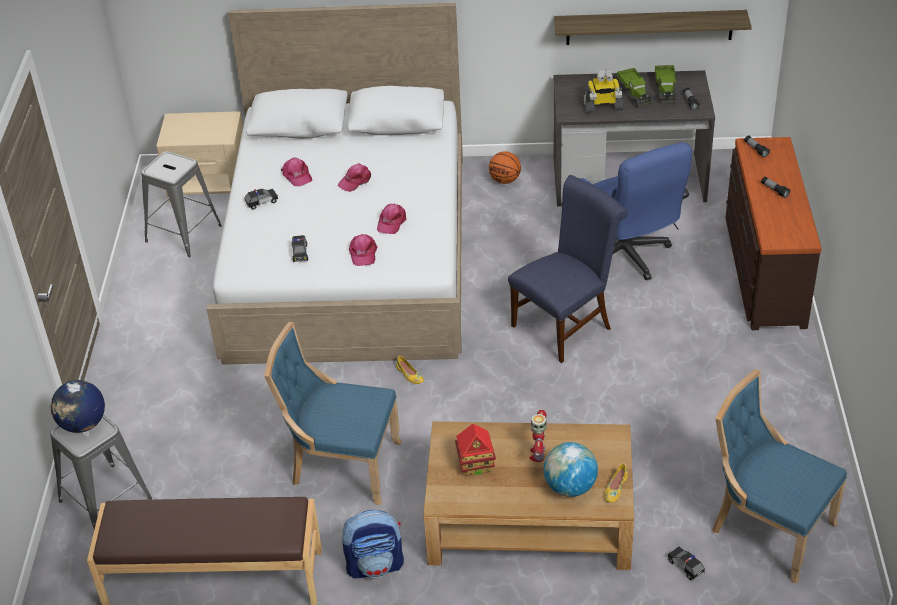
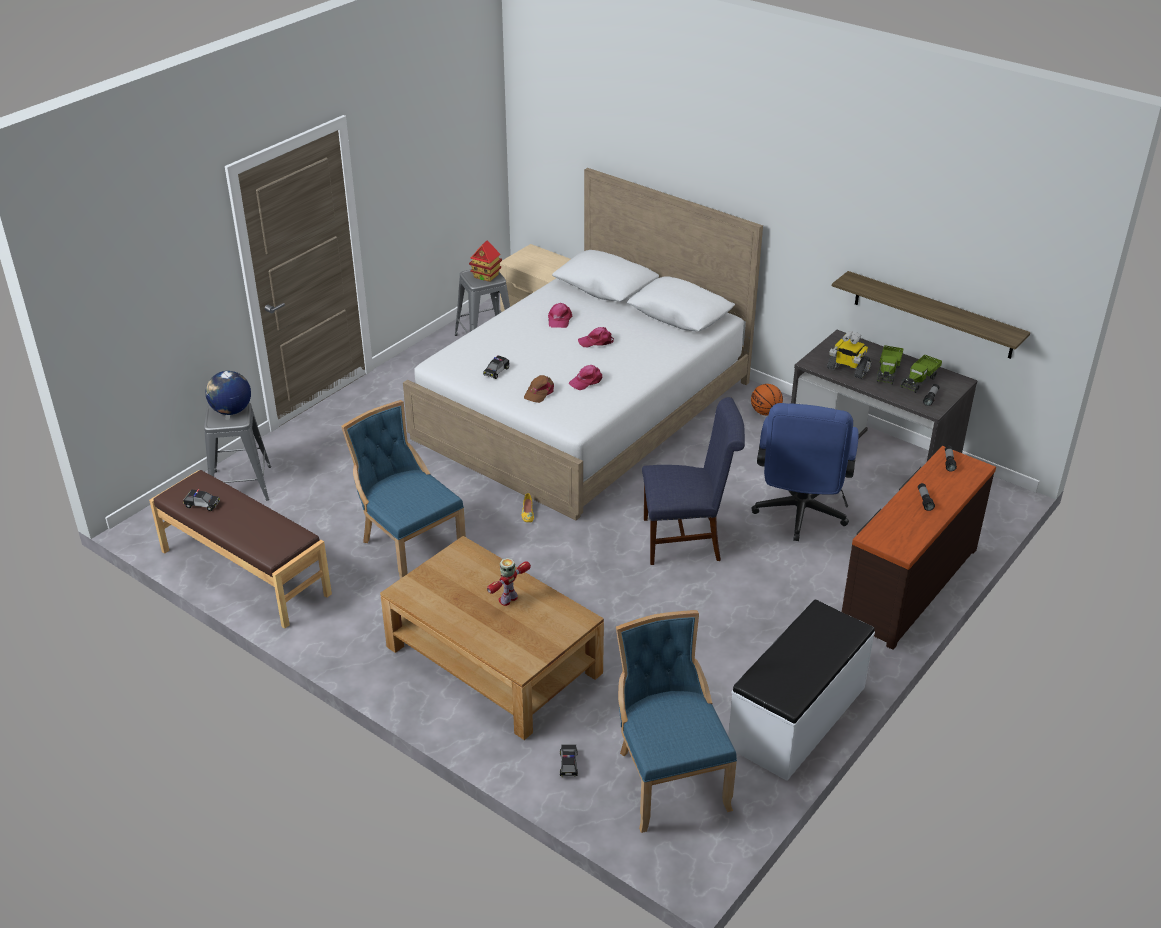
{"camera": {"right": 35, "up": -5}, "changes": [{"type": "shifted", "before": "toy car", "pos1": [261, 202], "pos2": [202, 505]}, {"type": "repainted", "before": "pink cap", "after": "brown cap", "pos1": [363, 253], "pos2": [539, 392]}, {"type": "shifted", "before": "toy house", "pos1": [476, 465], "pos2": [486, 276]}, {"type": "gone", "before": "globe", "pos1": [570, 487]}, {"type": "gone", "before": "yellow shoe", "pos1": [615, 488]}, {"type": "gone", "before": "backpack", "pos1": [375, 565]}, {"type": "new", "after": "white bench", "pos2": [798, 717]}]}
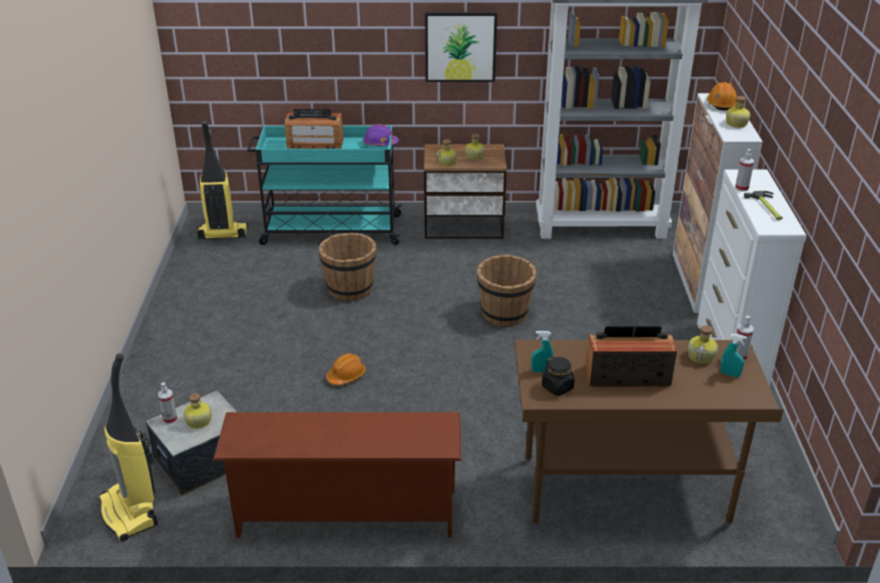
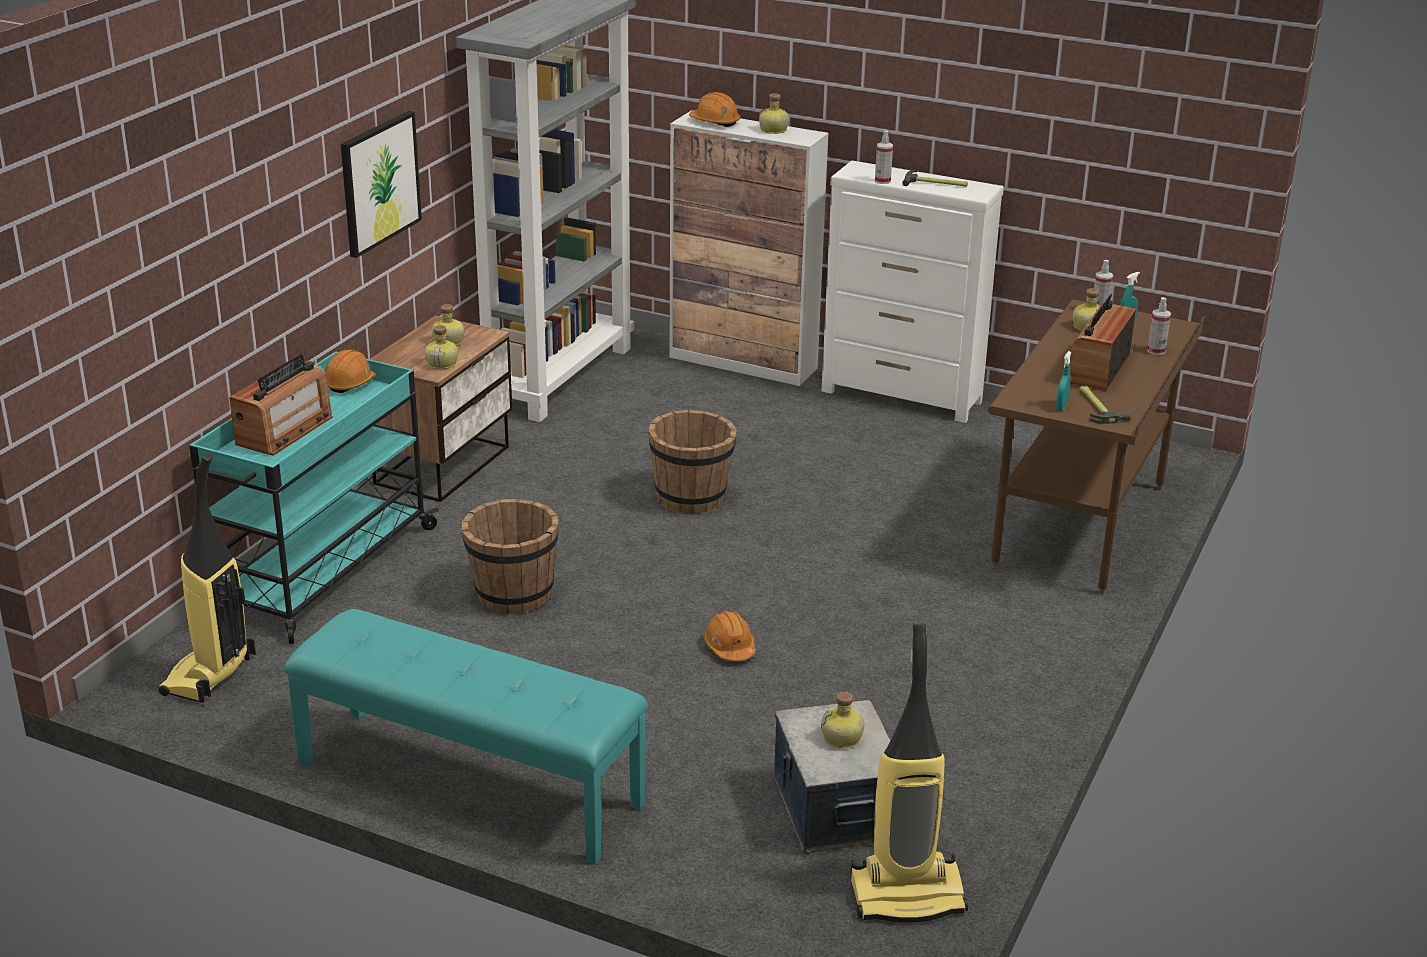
{"camera": {"right": -65, "up": -5}, "changes": [{"type": "repainted", "before": "purple hard hat", "after": "orange hard hat", "pos1": [380, 143], "pos2": [350, 383]}, {"type": "swapped", "before": "black jar", "after": "hammer", "pos1": [557, 387], "pos2": [1097, 406]}, {"type": "shifted", "before": "spray bottle", "pos1": [170, 419], "pos2": [1156, 351]}, {"type": "gone", "before": "brown shoe rack", "pos1": [345, 515]}, {"type": "new", "after": "turquoise bench", "pos2": [468, 784]}]}
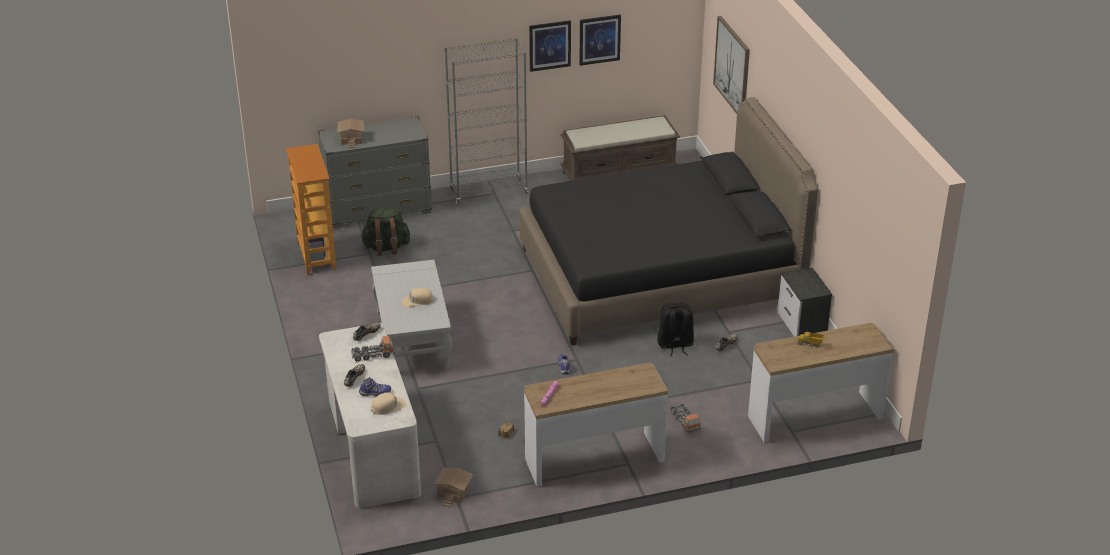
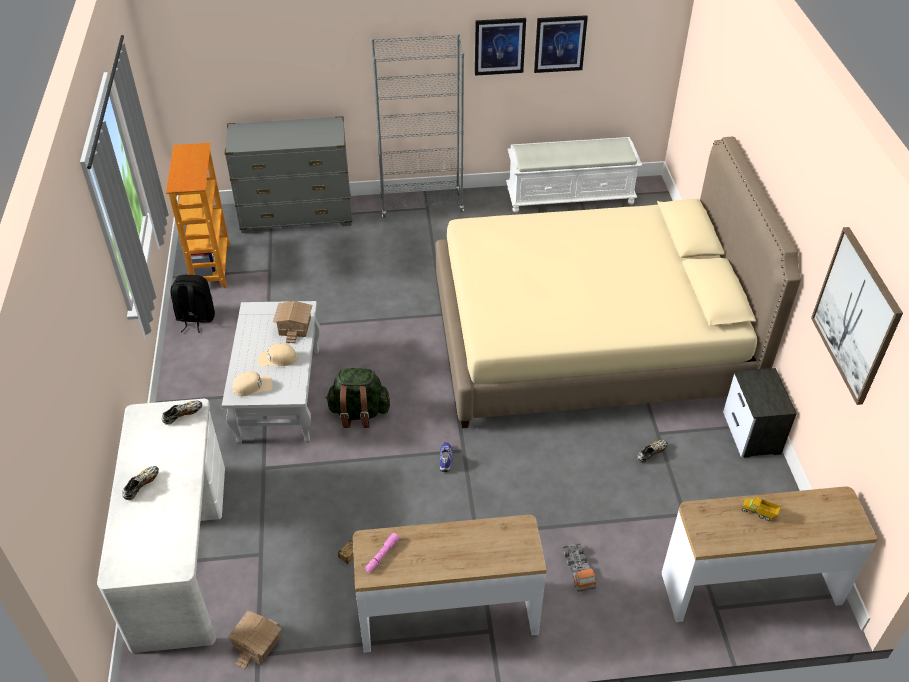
{"camera": {"right": 10, "up": 10}, "changes": [{"type": "shifted", "before": "picture", "pos1": [732, 67], "pos2": [856, 315]}, {"type": "repainted", "before": "black bed", "after": "beige bed", "pos1": [659, 275], "pos2": [588, 339]}, {"type": "repainted", "before": "brown bench", "after": "white bench", "pos1": [619, 172], "pos2": [570, 196]}, {"type": "shifted", "before": "toy house", "pos1": [352, 138], "pos2": [295, 326]}, {"type": "shifted", "before": "green backpack", "pos1": [386, 248], "pos2": [359, 413]}, {"type": "shifted", "before": "black backpack", "pos1": [675, 345], "pos2": [195, 318]}, {"type": "gone", "before": "toy truck", "pos1": [373, 355]}, {"type": "gone", "before": "shoe", "pos1": [375, 393]}, {"type": "shifted", "before": "beige cap", "pos1": [388, 406], "pos2": [252, 386]}]}
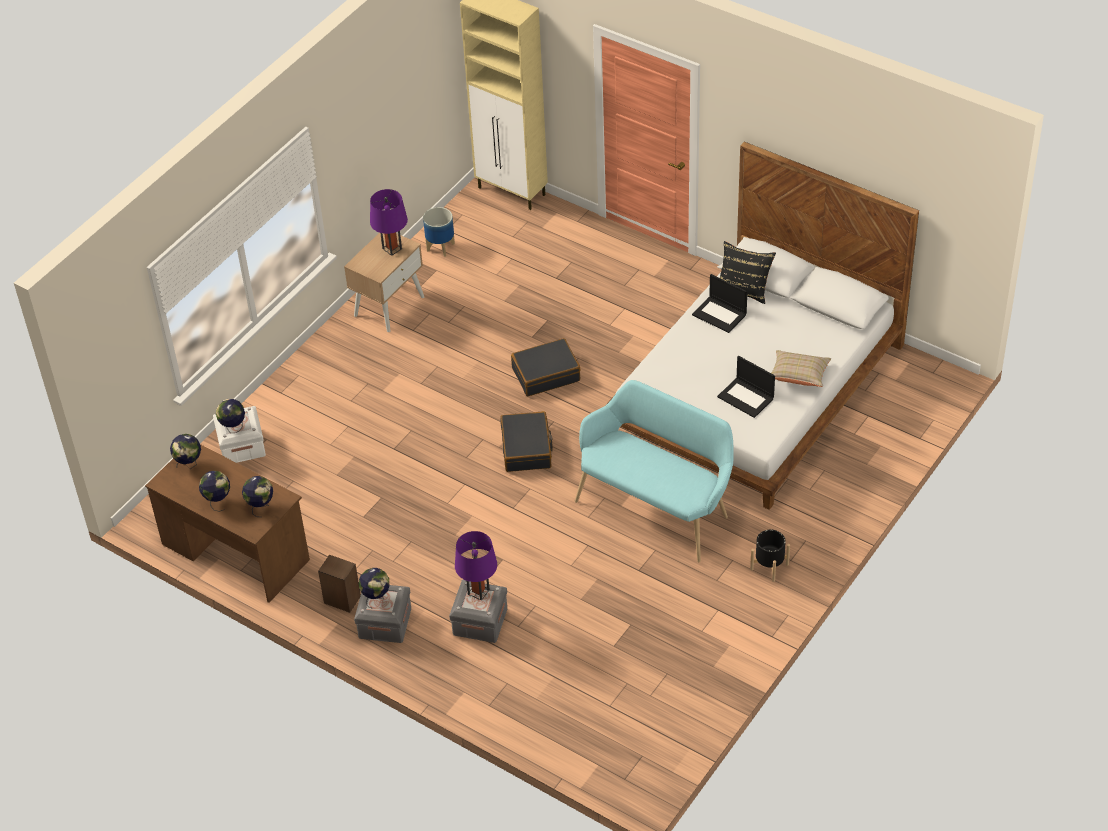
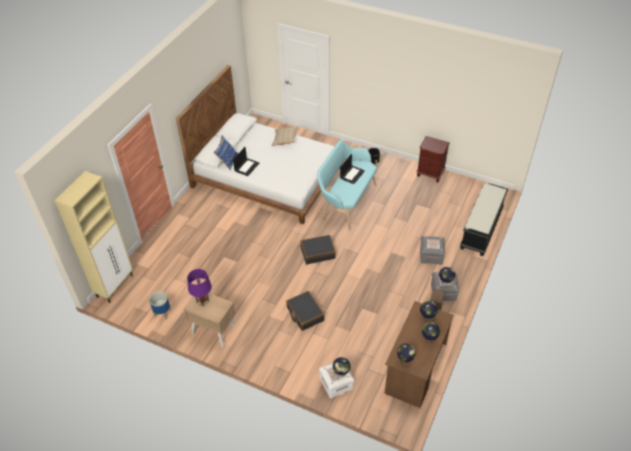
{"camera": {"right": -100, "up": 0}, "changes": [{"type": "repainted", "before": "black pillow", "after": "blue pillow", "pos1": [744, 288], "pos2": [227, 161]}, {"type": "shifted", "before": "black suitcase", "pos1": [546, 374], "pos2": [305, 314]}, {"type": "shifted", "before": "laptop", "pos1": [746, 397], "pos2": [352, 174]}, {"type": "gone", "before": "purple table lamp", "pos1": [478, 592]}, {"type": "new", "after": "brown nightstand", "pos2": [430, 174]}, {"type": "new", "after": "black bench", "pos2": [481, 229]}]}
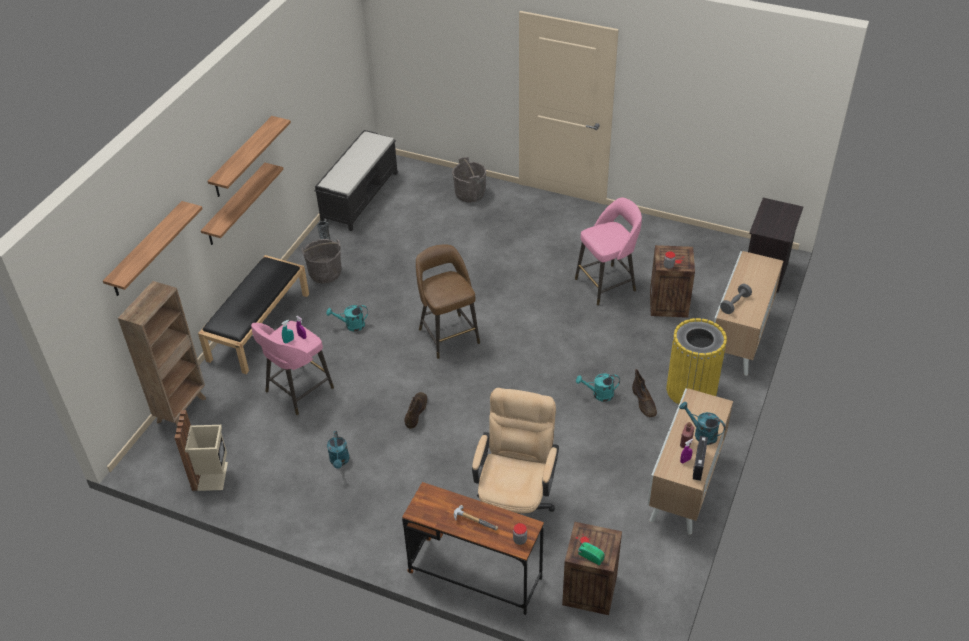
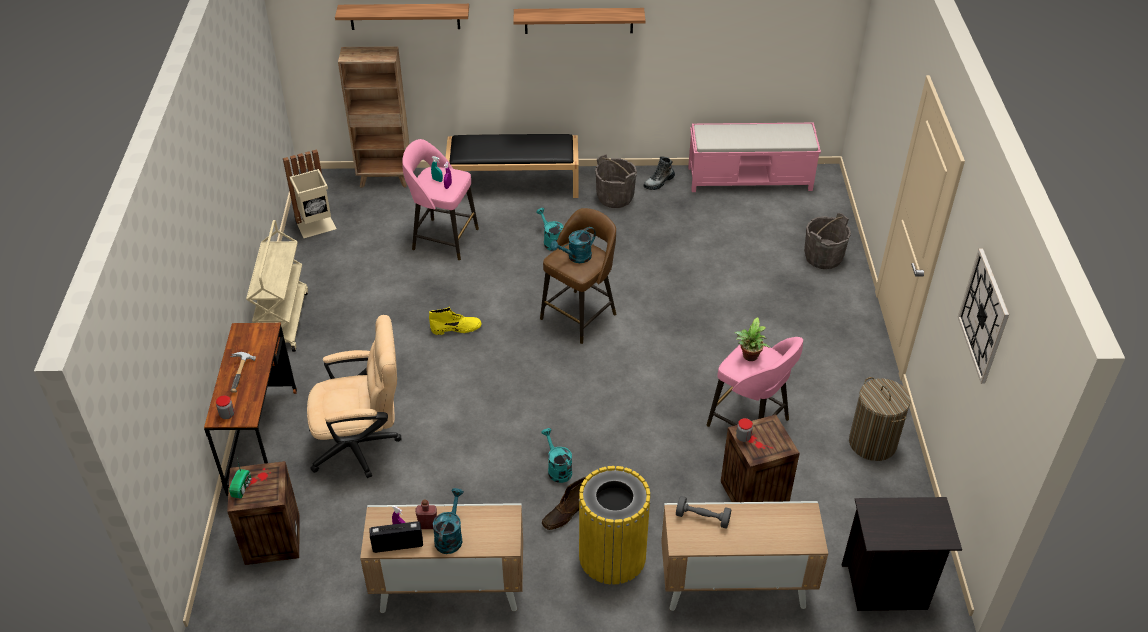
{"camera": {"right": 65, "up": 0}, "changes": [{"type": "repainted", "before": "black bench", "after": "pink bench", "pos1": [360, 197], "pos2": [750, 179]}, {"type": "gone", "before": "shelf", "pos1": [235, 205]}, {"type": "repainted", "before": "brown boot", "after": "yellow boot", "pos1": [416, 411], "pos2": [456, 328]}, {"type": "shifted", "before": "turquoise watering can", "pos1": [339, 461], "pos2": [576, 257]}, {"type": "new", "after": "beige cart", "pos2": [283, 320]}, {"type": "new", "after": "wall clock", "pos2": [984, 315]}, {"type": "new", "after": "potted plant", "pos2": [749, 357]}, {"type": "new", "after": "laundry basket", "pos2": [872, 443]}]}
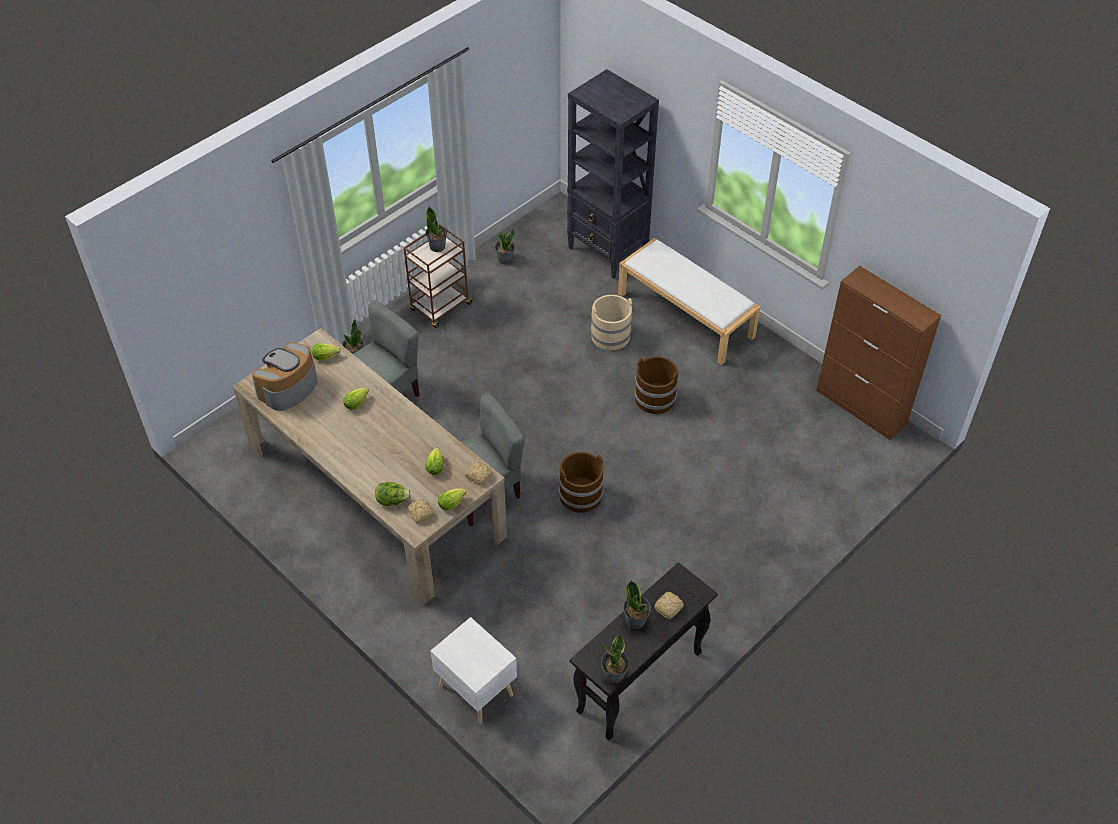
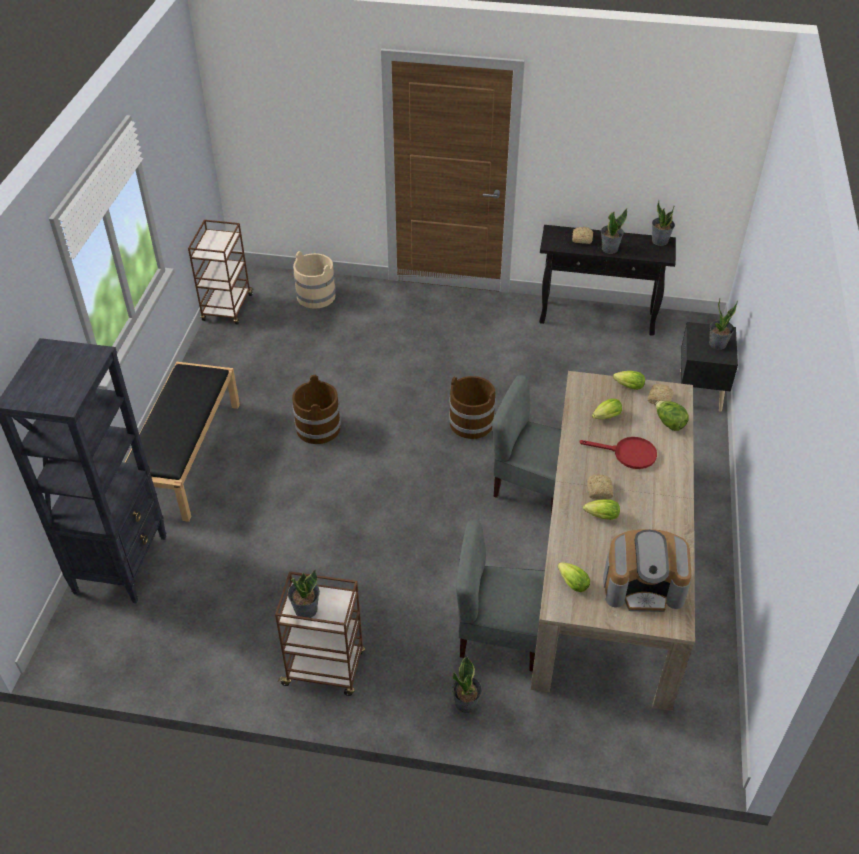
{"camera": {"right": -125, "up": -5}, "changes": [{"type": "shifted", "before": "potted plant", "pos1": [505, 259], "pos2": [717, 344]}, {"type": "repainted", "before": "white bench", "after": "black bench", "pos1": [686, 315], "pos2": [186, 455]}, {"type": "swapped", "before": "brown cabinet", "after": "brown cart", "pos1": [861, 407], "pos2": [227, 308]}, {"type": "shifted", "before": "beige bucket", "pos1": [610, 336], "pos2": [316, 296]}, {"type": "shifted", "before": "bread", "pos1": [478, 475], "pos2": [599, 491]}, {"type": "repainted", "before": "white nightstand", "after": "black nightstand", "pos1": [476, 689], "pos2": [699, 391]}, {"type": "new", "after": "red frying pan", "pos2": [628, 454]}]}
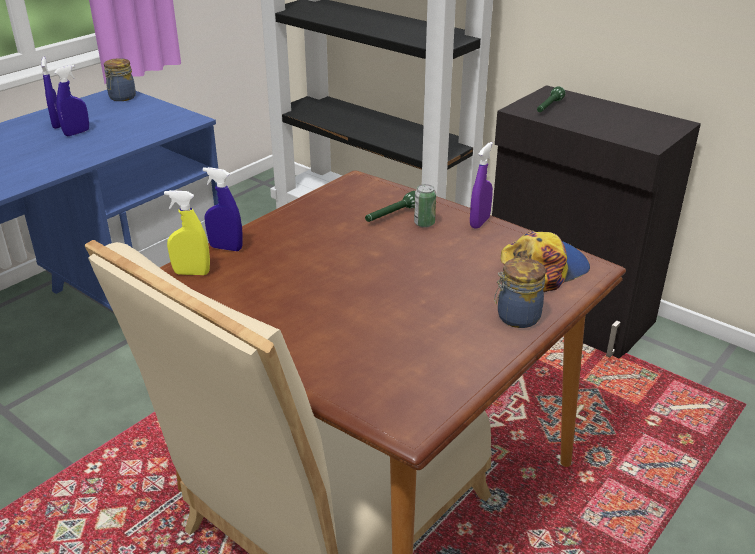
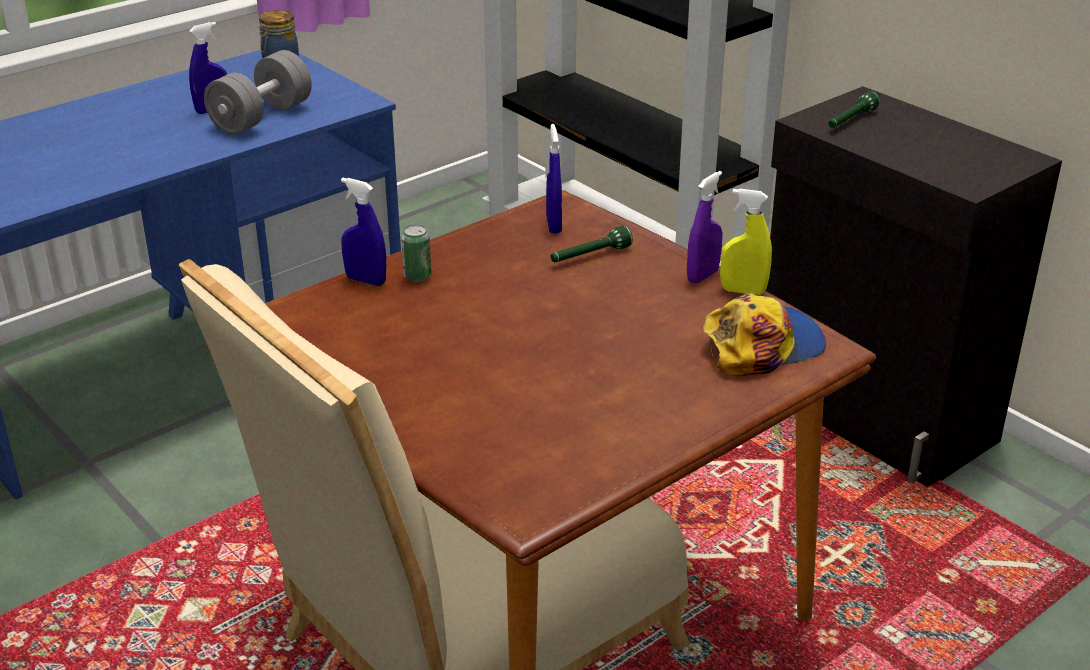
{"camera": {"right": 10, "up": 0}, "changes": [{"type": "shifted", "before": "blue spray bottle", "pos1": [57, 124], "pos2": [554, 225]}, {"type": "shifted", "before": "can", "pos1": [424, 223], "pos2": [417, 276]}, {"type": "shifted", "before": "yellow spray bottle", "pos1": [191, 273], "pos2": [743, 291]}, {"type": "gone", "before": "jar", "pos1": [516, 317]}, {"type": "new", "after": "grey dumbbell", "pos2": [261, 117]}]}
